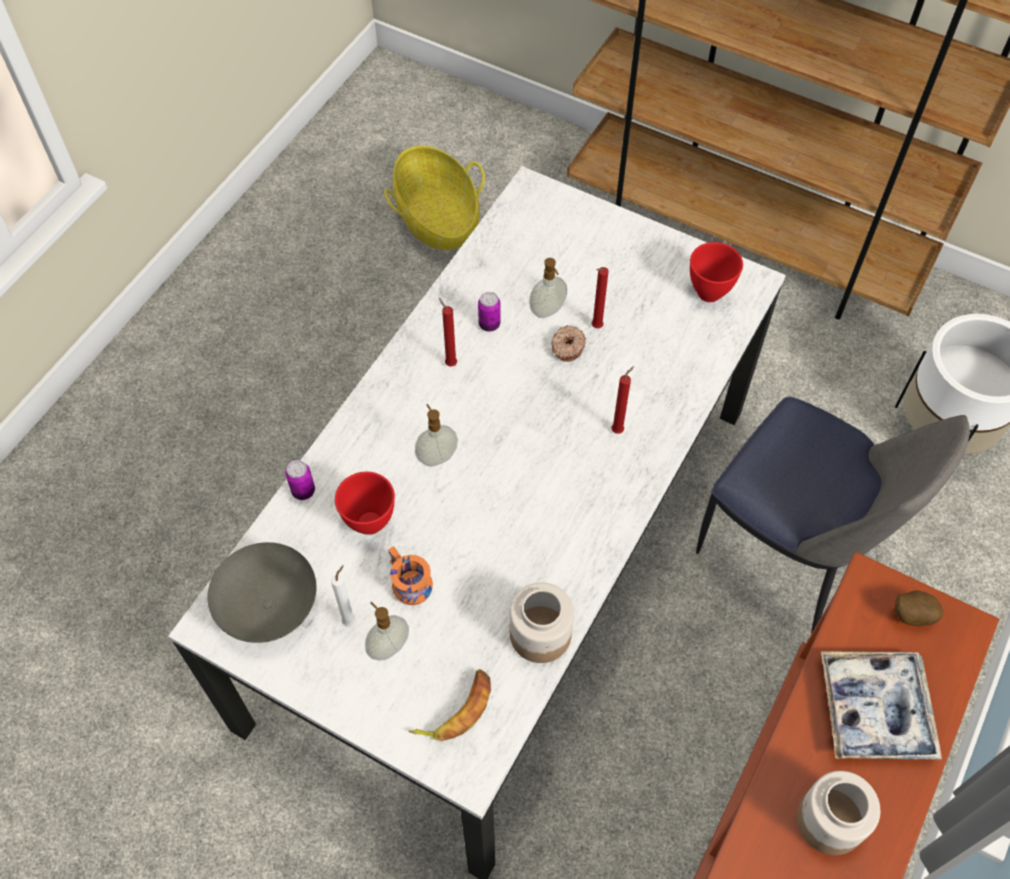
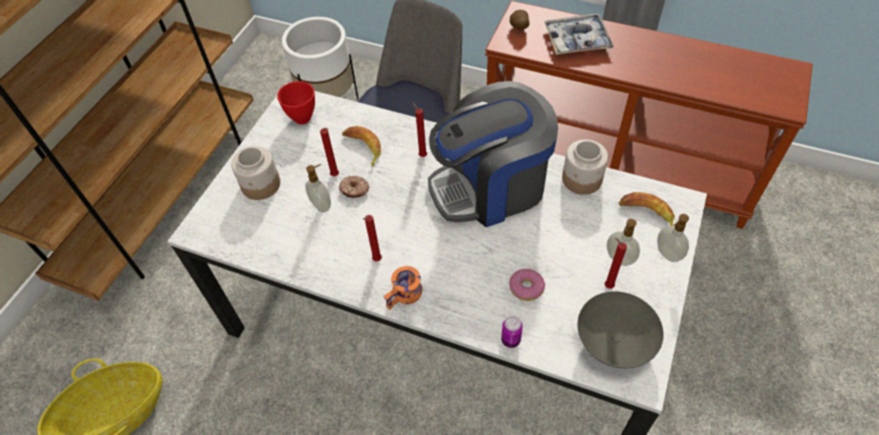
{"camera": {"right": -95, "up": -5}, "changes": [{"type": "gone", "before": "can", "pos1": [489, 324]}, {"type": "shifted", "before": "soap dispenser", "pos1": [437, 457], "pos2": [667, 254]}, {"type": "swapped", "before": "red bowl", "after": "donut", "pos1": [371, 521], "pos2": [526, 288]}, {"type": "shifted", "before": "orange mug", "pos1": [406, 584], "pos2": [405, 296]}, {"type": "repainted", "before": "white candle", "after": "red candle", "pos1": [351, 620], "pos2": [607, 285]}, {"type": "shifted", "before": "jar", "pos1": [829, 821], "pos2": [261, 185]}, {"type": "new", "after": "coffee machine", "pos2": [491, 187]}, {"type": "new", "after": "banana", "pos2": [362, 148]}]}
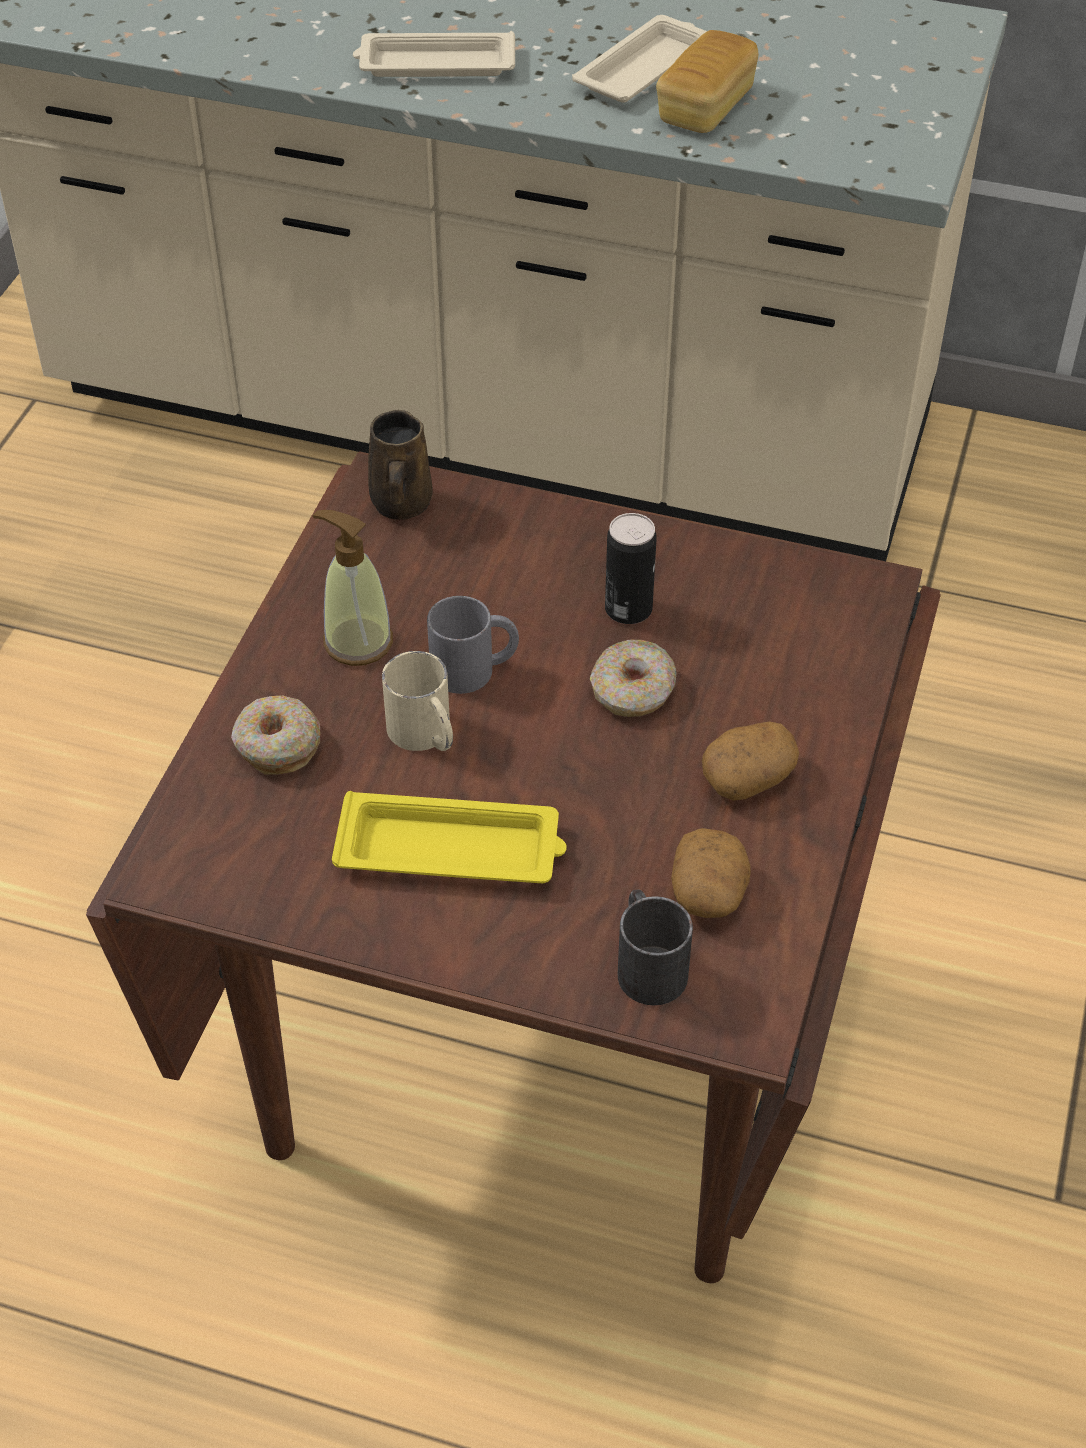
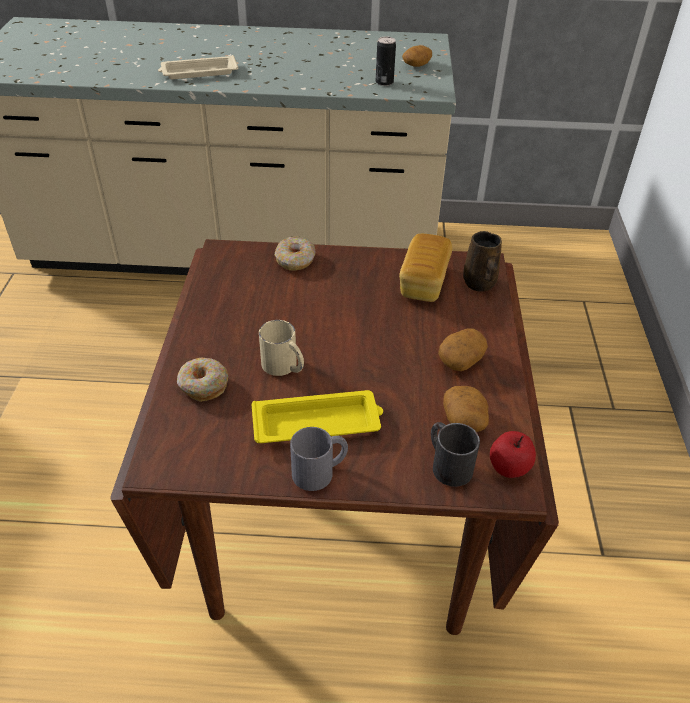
{"camera": {"right": -15, "up": -5}, "changes": [{"type": "gone", "before": "beige tray", "pos1": [644, 68]}, {"type": "shifted", "before": "bread", "pos1": [705, 107], "pos2": [424, 282]}, {"type": "shifted", "before": "brown mug", "pos1": [400, 505], "pos2": [479, 284]}, {"type": "gone", "before": "soap dispenser", "pos1": [357, 642]}, {"type": "shifted", "before": "can", "pos1": [628, 609], "pos2": [384, 82]}, {"type": "shifted", "before": "grey mug", "pos1": [475, 668], "pos2": [320, 471]}, {"type": "shifted", "before": "donut", "pos1": [633, 691], "pos2": [295, 260]}, {"type": "new", "after": "potato", "pos2": [416, 65]}, {"type": "new", "after": "apple", "pos2": [509, 467]}]}
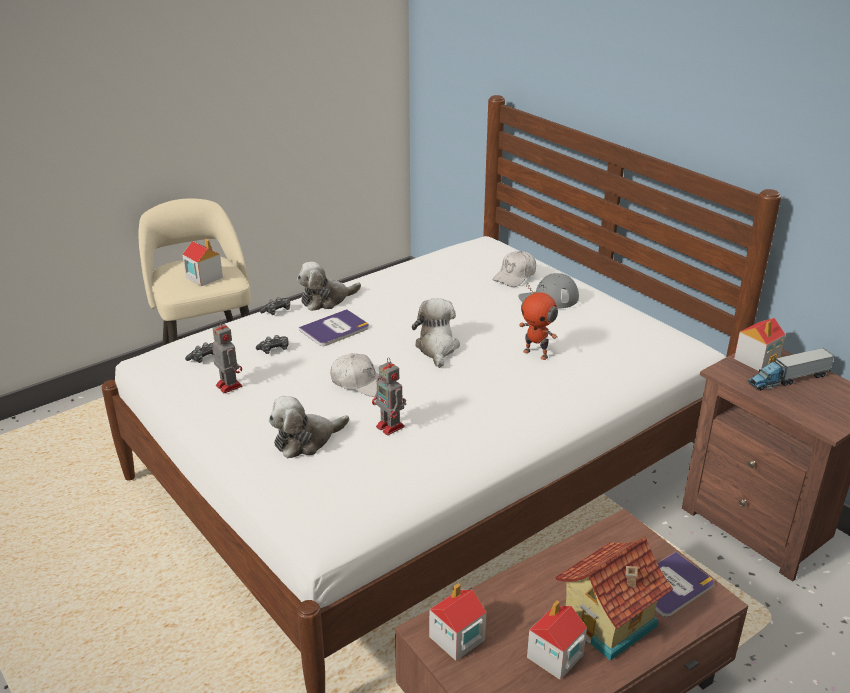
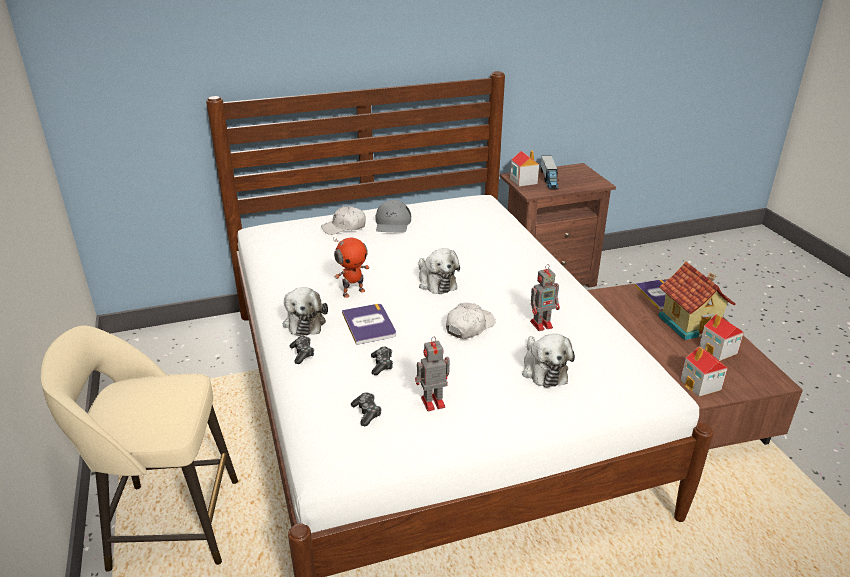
{"camera": {"right": -70, "up": 0}, "changes": [{"type": "gone", "before": "toy house", "pos1": [204, 277]}, {"type": "rotated", "before": "white cap", "pos1": [515, 276], "pos2": [344, 227], "turn": 105}, {"type": "shifted", "before": "toy robot", "pos1": [536, 353], "pos2": [353, 292]}, {"type": "rotated", "before": "plush toy", "pos1": [437, 348], "pos2": [436, 282], "turn": -135}]}
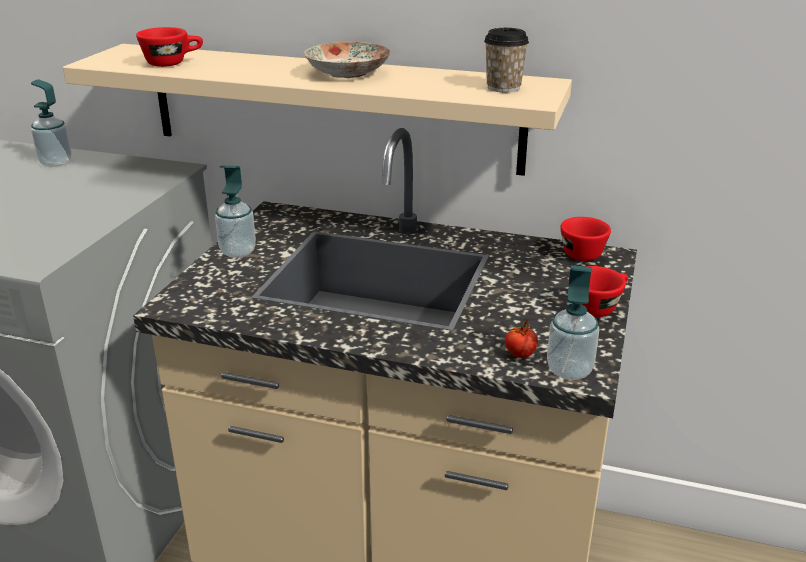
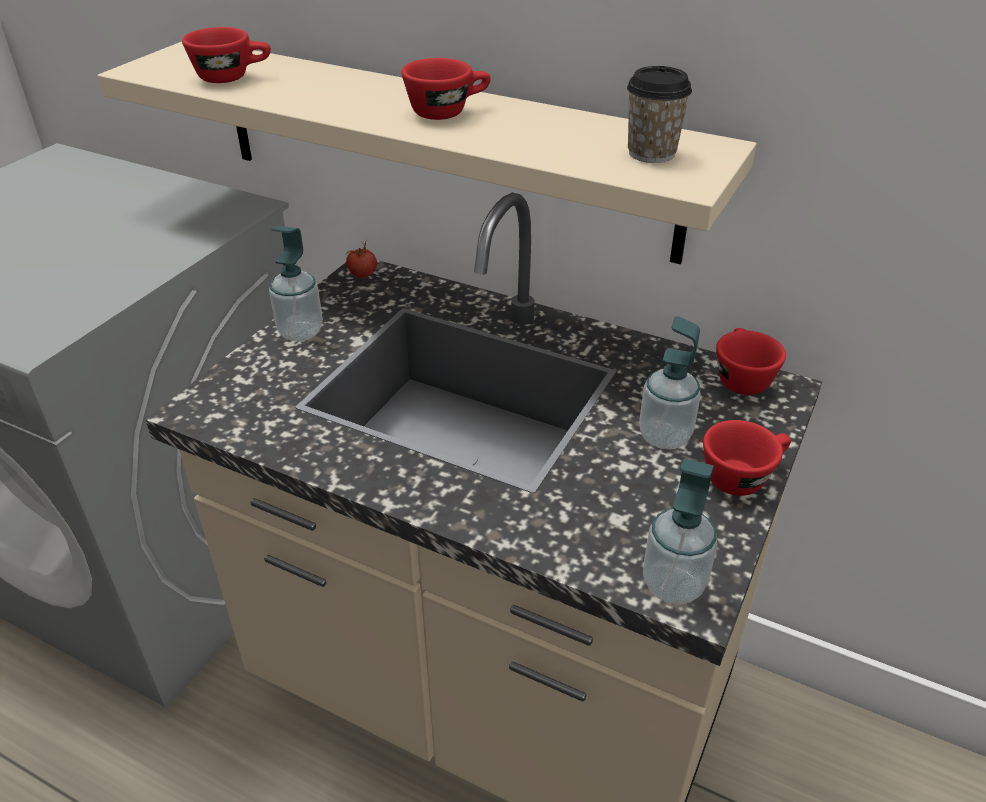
{"camera": {"right": 10, "up": 10}, "changes": [{"type": "swapped", "before": "plate", "after": "red cup", "pos1": [348, 73], "pos2": [448, 111]}, {"type": "shifted", "before": "soap dispenser", "pos1": [56, 162], "pos2": [664, 436]}, {"type": "shifted", "before": "tomato", "pos1": [520, 354], "pos2": [362, 275]}]}
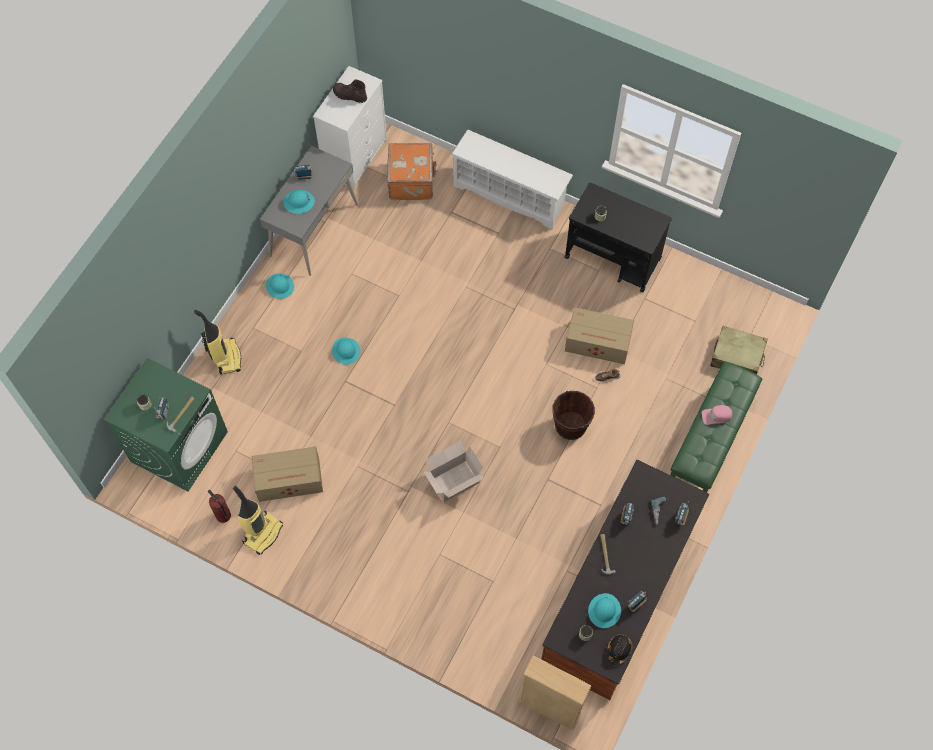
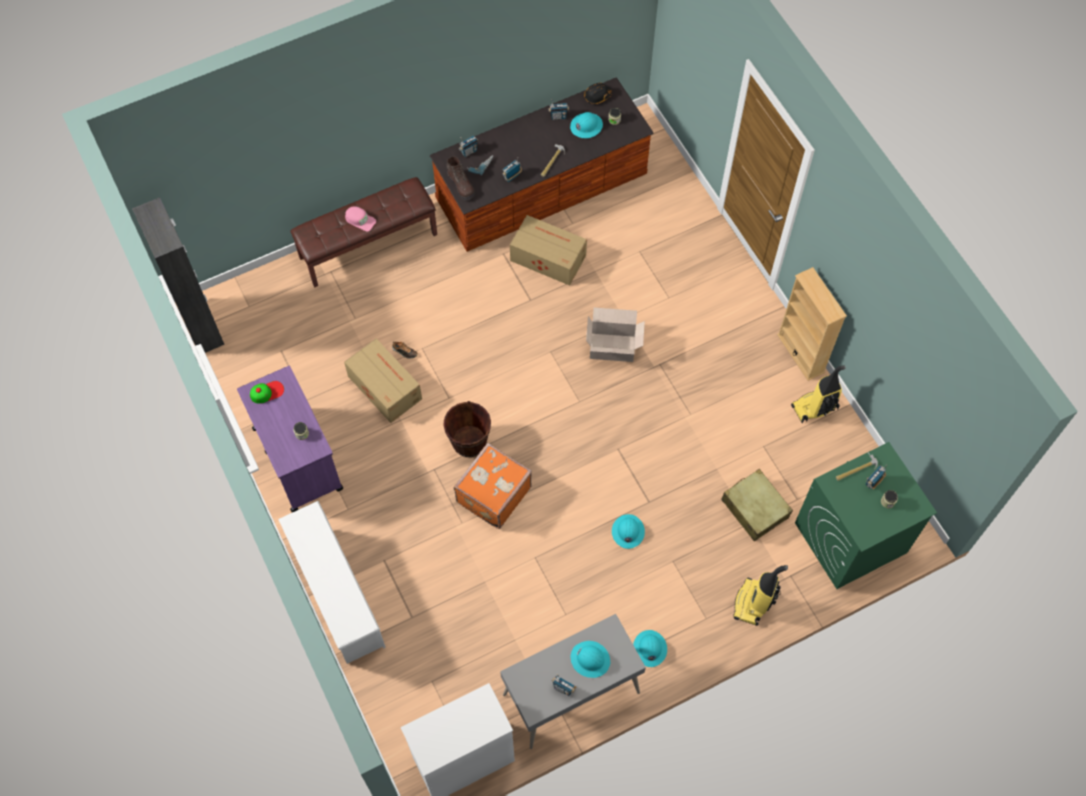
{"camera": {"right": -145, "up": 0}, "changes": [{"type": "shifted", "before": "brown boot", "pos1": [350, 96], "pos2": [461, 185]}, {"type": "shifted", "before": "orange suitcase", "pos1": [412, 181], "pos2": [492, 494]}, {"type": "repainted", "before": "black cart", "after": "purple cart", "pos1": [613, 258], "pos2": [297, 458]}, {"type": "shifted", "before": "beige suitcase", "pos1": [737, 357], "pos2": [755, 509]}, {"type": "repainted", "before": "green bench", "after": "brown bench", "pos1": [710, 442], "pos2": [368, 245]}, {"type": "shifted", "before": "brown bucket", "pos1": [570, 426], "pos2": [469, 441]}, {"type": "shifted", "before": "cardboard box", "pos1": [290, 480], "pos2": [547, 257]}, {"type": "gone", "before": "fire extinguisher", "pos1": [223, 516]}, {"type": "shifted", "before": "beige bookcase", "pos1": [550, 707], "pos2": [800, 353]}, {"type": "new", "after": "black cabinet", "pos2": [201, 327]}, {"type": "new", "after": "cap", "pos2": [267, 392]}]}
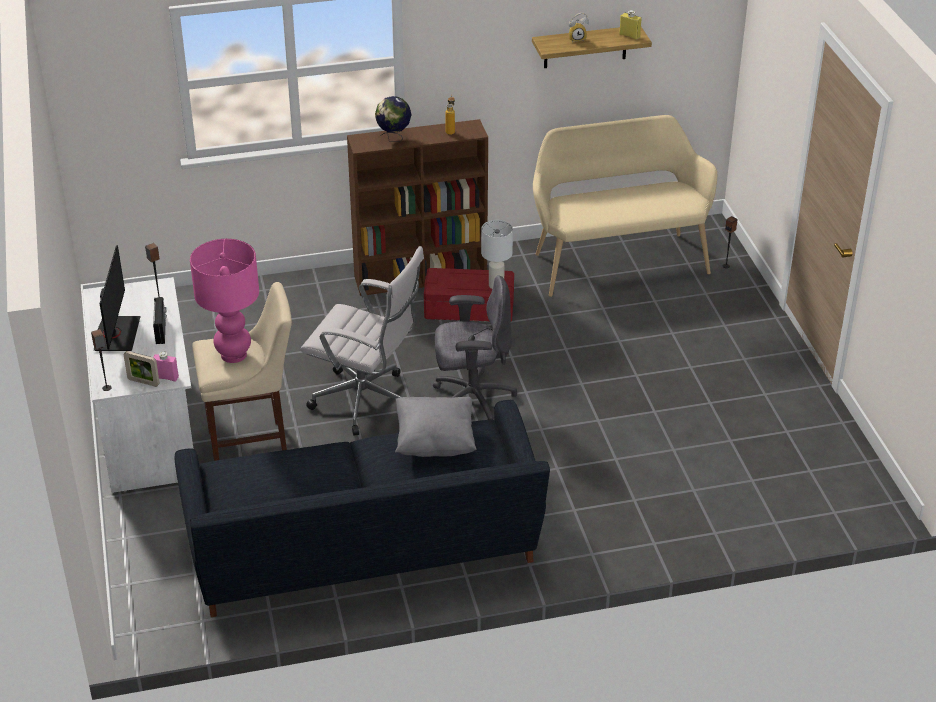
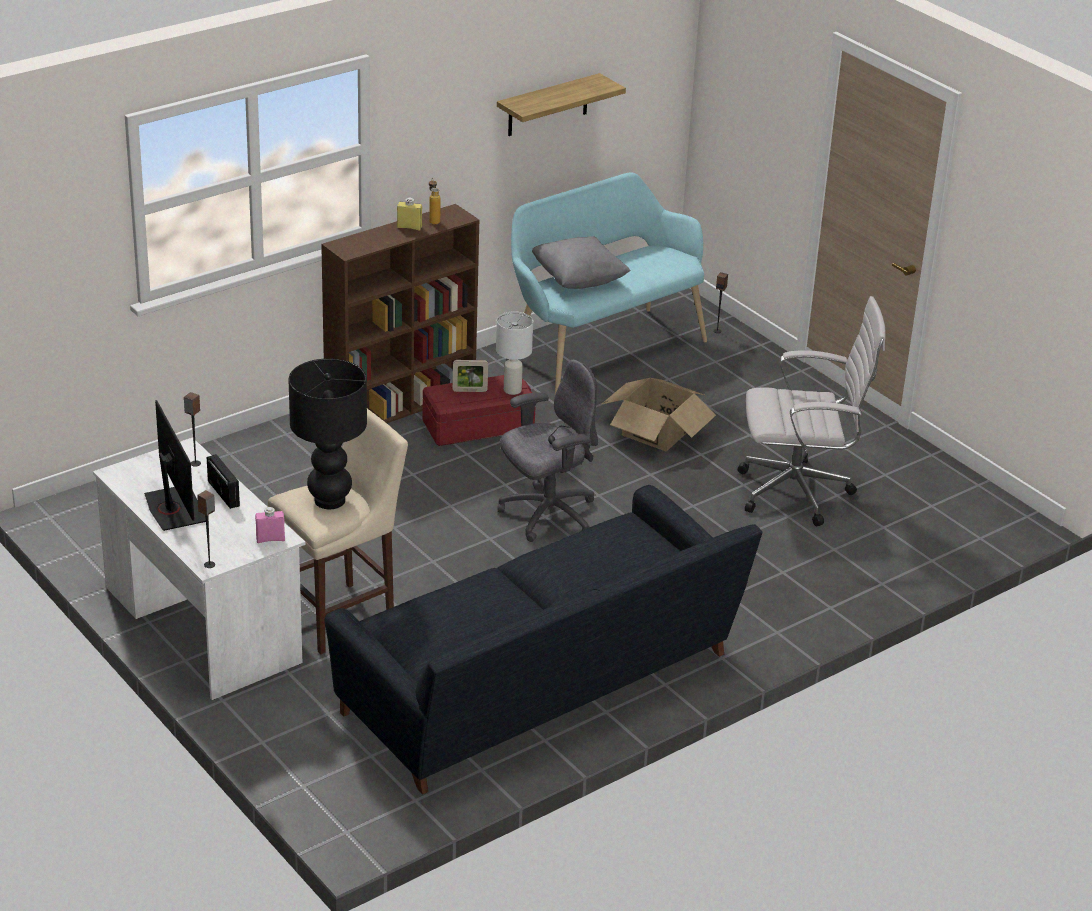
{"camera": {"right": -25, "up": -5}, "changes": [{"type": "shifted", "before": "yellow bottle", "pos1": [629, 36], "pos2": [409, 227]}, {"type": "gone", "before": "alarm clock", "pos1": [577, 39]}, {"type": "gone", "before": "globe", "pos1": [394, 138]}, {"type": "repainted", "before": "beige bench", "after": "turquoise bench", "pos1": [617, 260], "pos2": [601, 347]}, {"type": "repainted", "before": "pink table lamp", "after": "black table lamp", "pos1": [234, 354], "pos2": [330, 500]}, {"type": "shifted", "before": "white office chair", "pos1": [367, 402], "pos2": [799, 493]}, {"type": "shifted", "before": "picture frame", "pos1": [143, 382], "pos2": [469, 390]}, {"type": "shifted", "before": "grey pillow", "pos1": [435, 442], "pos2": [578, 280]}, {"type": "new", "after": "cardboard box", "pos2": [656, 431]}]}
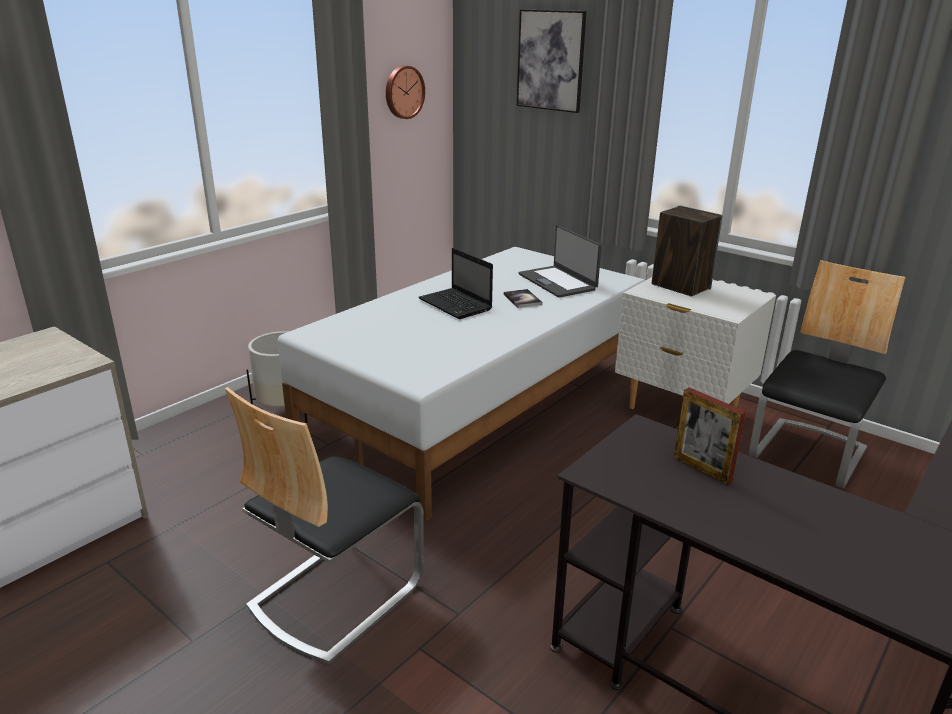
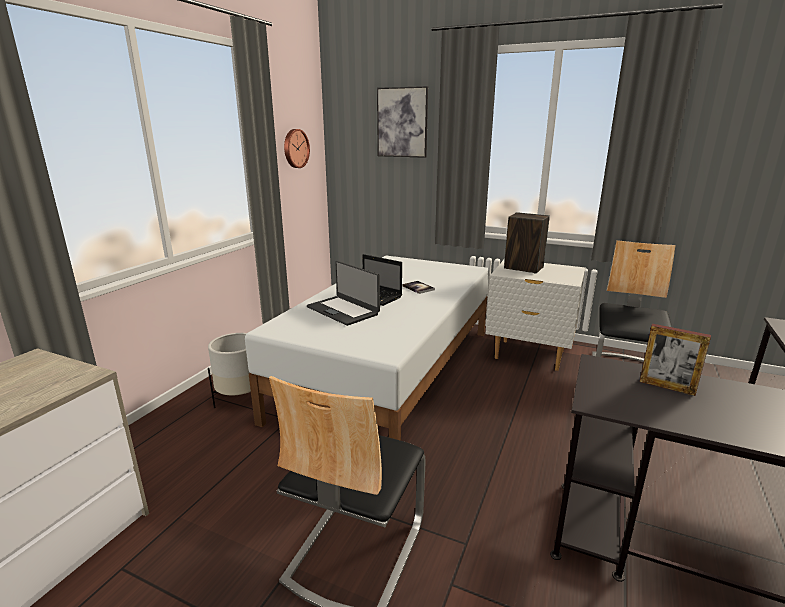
{"camera": {"right": -15, "up": -5}, "changes": [{"type": "shifted", "before": "laptop", "pos1": [558, 282], "pos2": [343, 310]}]}
